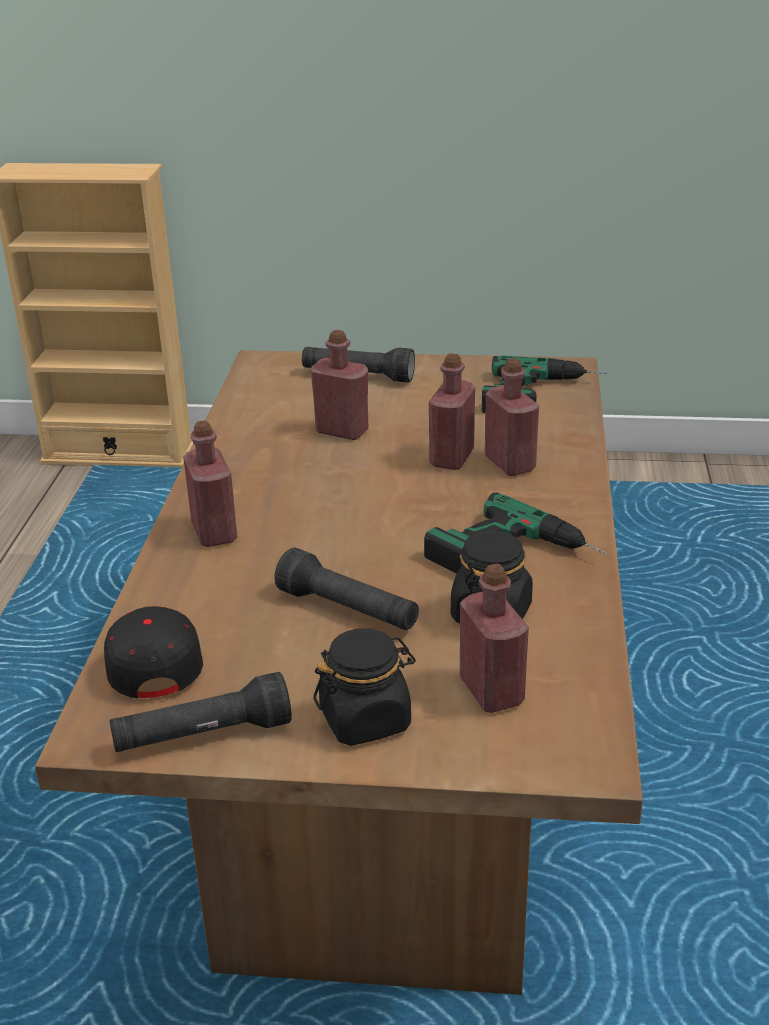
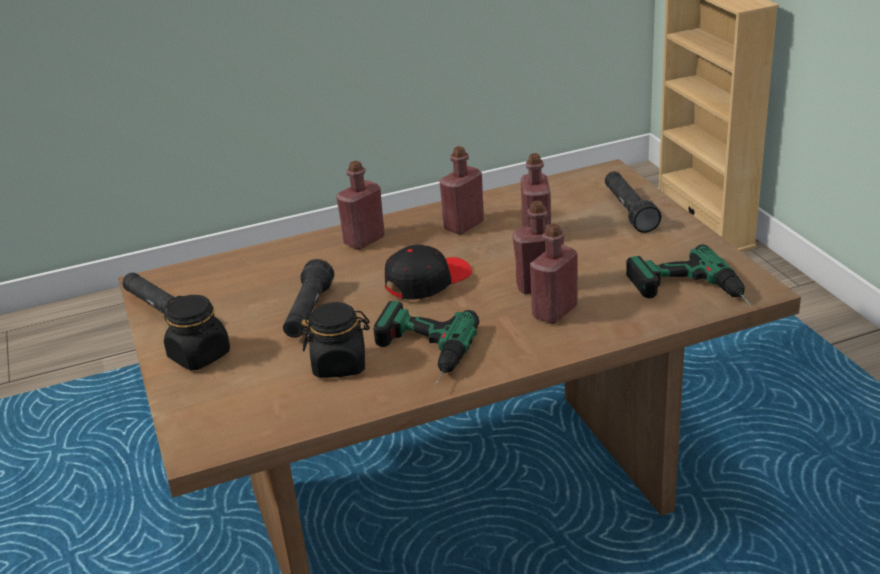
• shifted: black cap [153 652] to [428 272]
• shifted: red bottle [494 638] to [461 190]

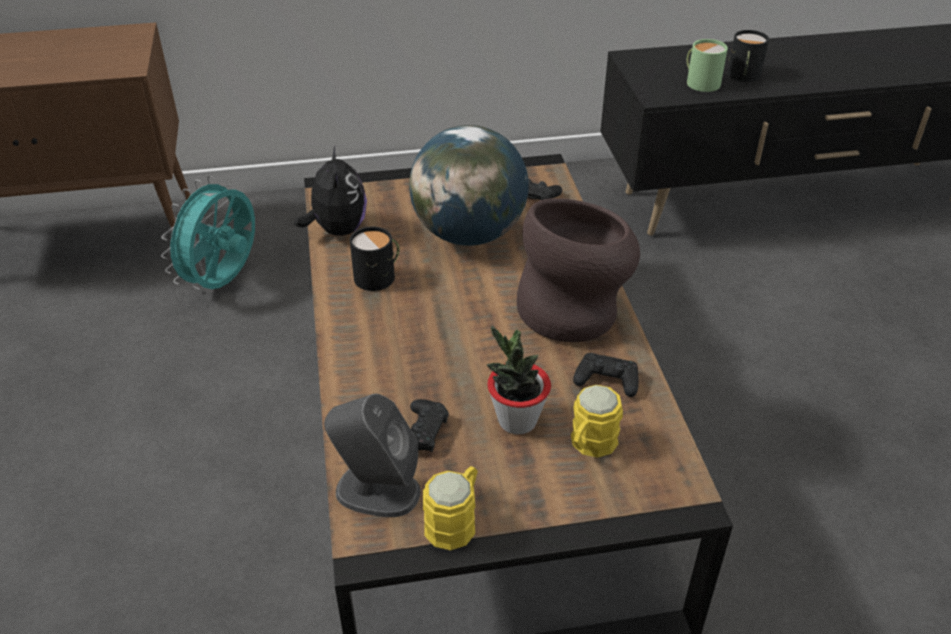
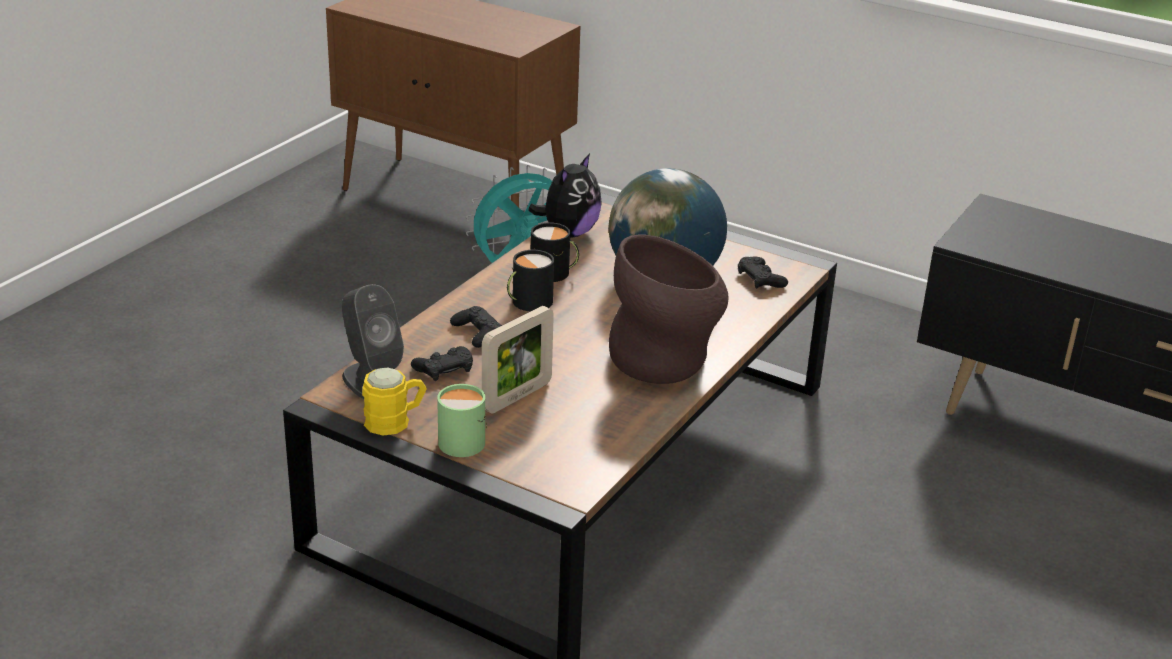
• swapped: potted plant [519 380] to picture frame [518 359]
• gone: yellow mug [597 421]
• shifted: black game controller [606 375] to [476 327]
• shifted: green mug [707 65] to [462 420]
• shifted: black mug [748 56] to [530 280]

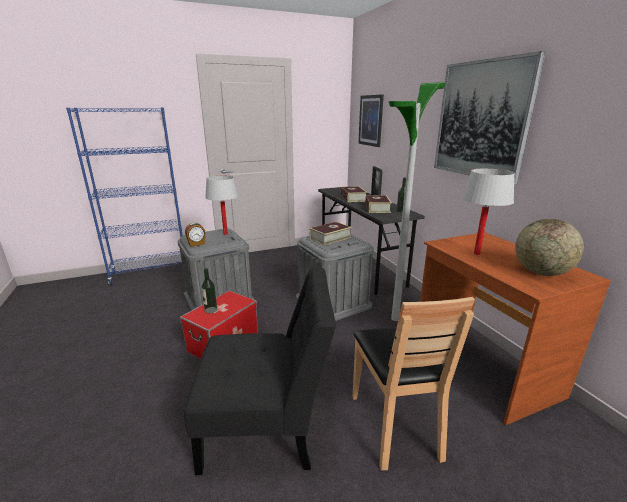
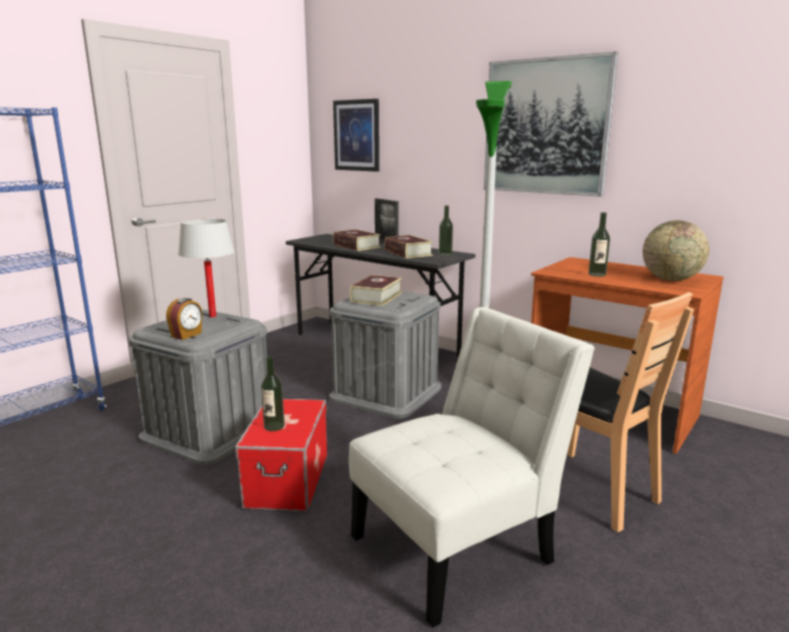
• repainted: black chair [260 371] to white chair [472 467]
• swapped: white table lamp [488 212] to bottle [599 244]

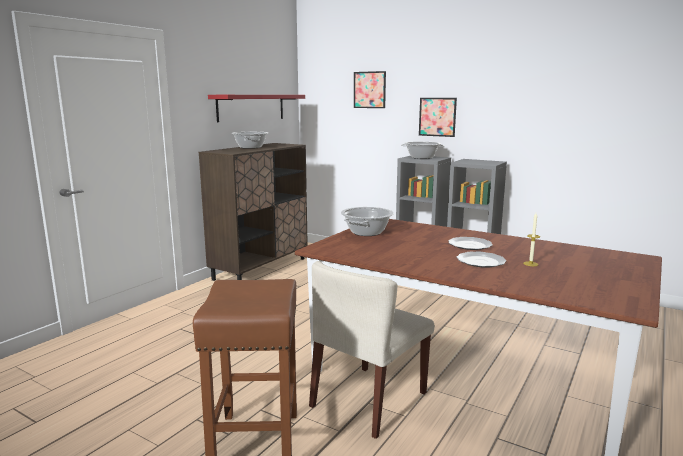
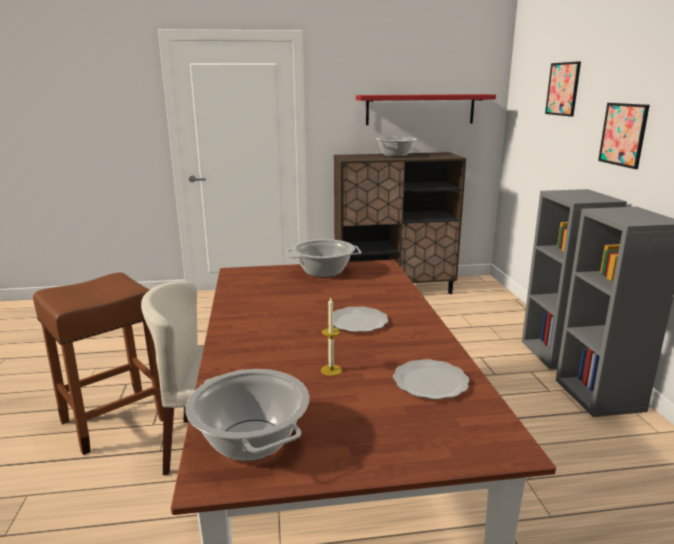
• shifted: cooking pot [422 150] to [247 415]
• shifted: plate [481 259] to [431 379]

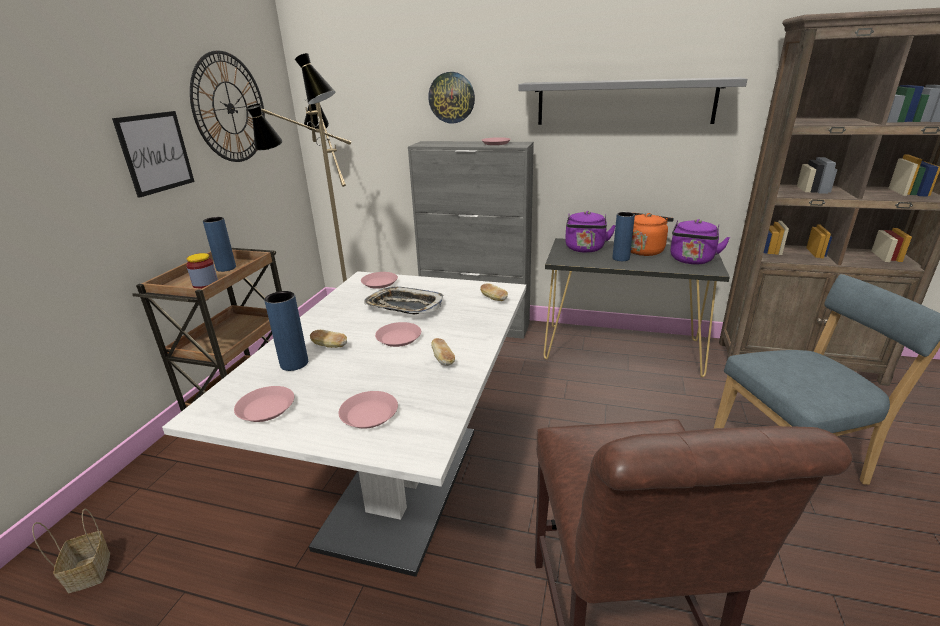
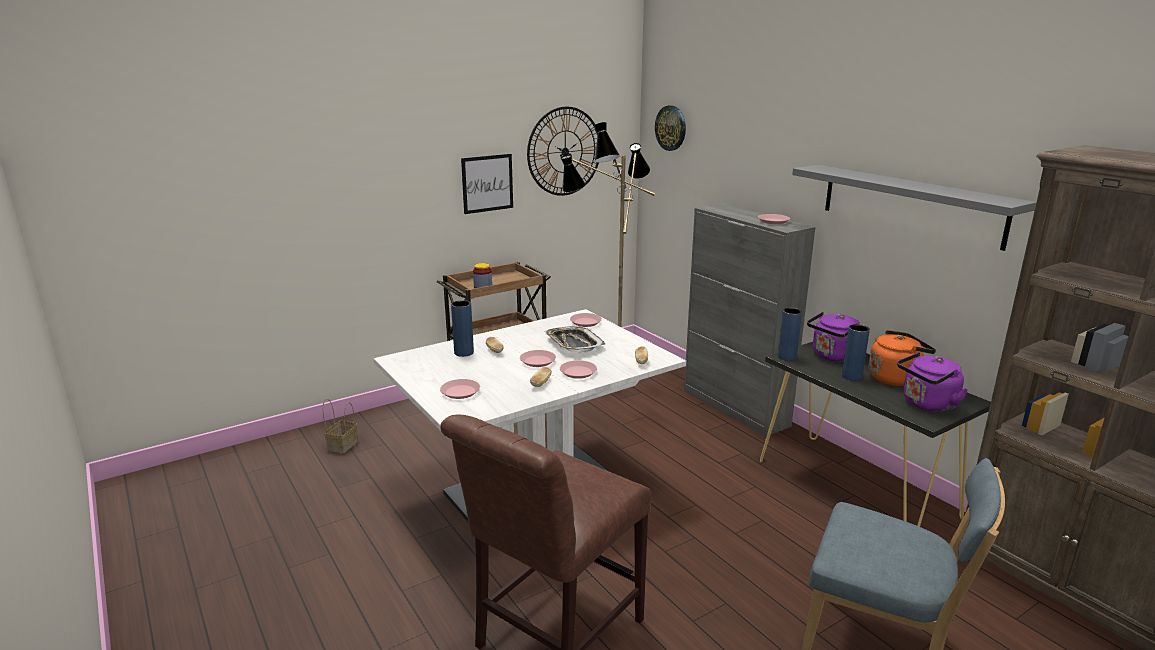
• shifted: blue vase [219 244] to [790 334]
• shifted: pink plate [264 404] to [578 369]
• shifted: wall clock [451 97] to [670 128]

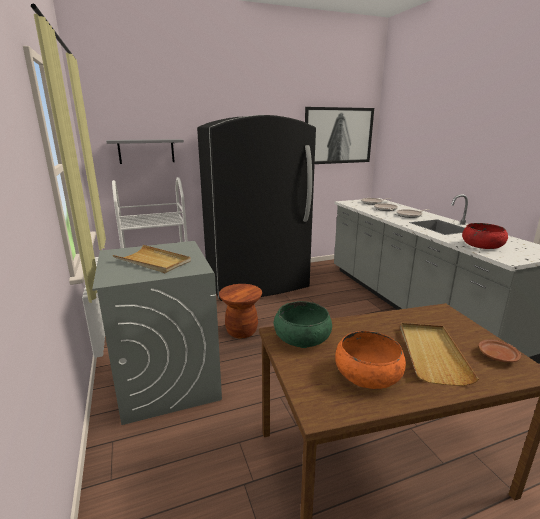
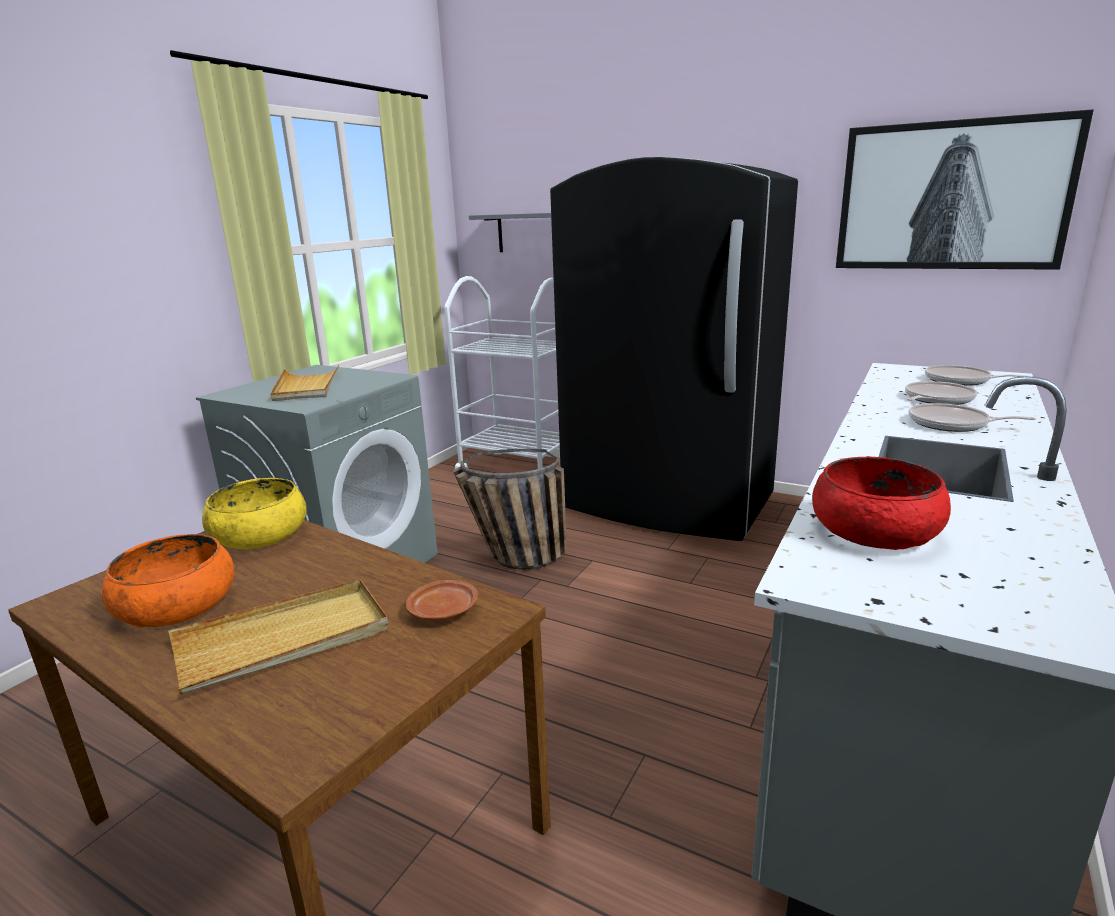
• swapped: brown stool [240 311] to basket [510 509]
• repainted: green bowl [302 324] to yellow bowl [254 513]
• shifted: brown plate [500 350] to [442 600]

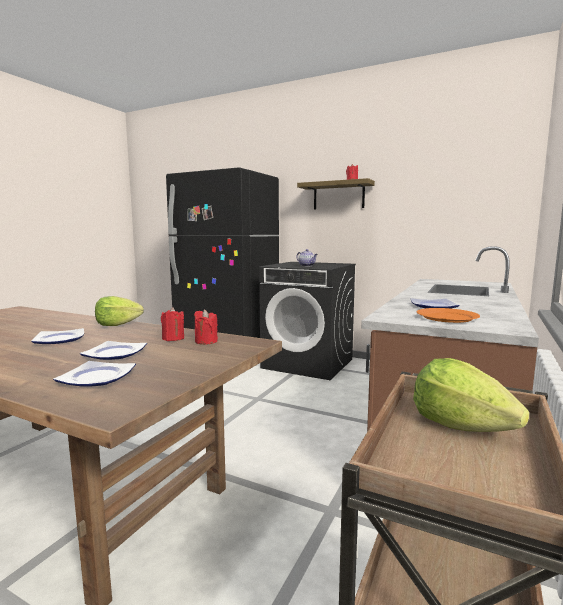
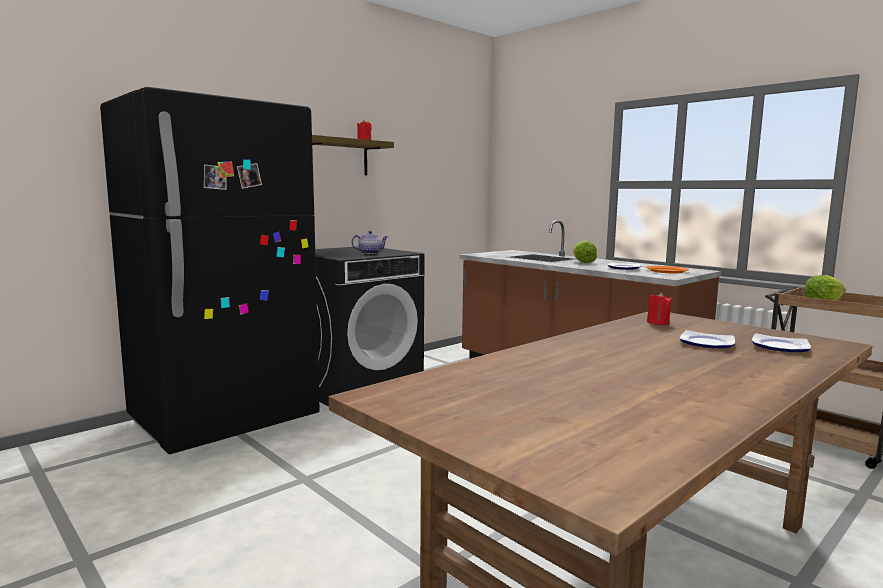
• gone: plate [57 336]
• shifted: lettuce [119 311] to [585 252]
• gone: red candle [172 324]

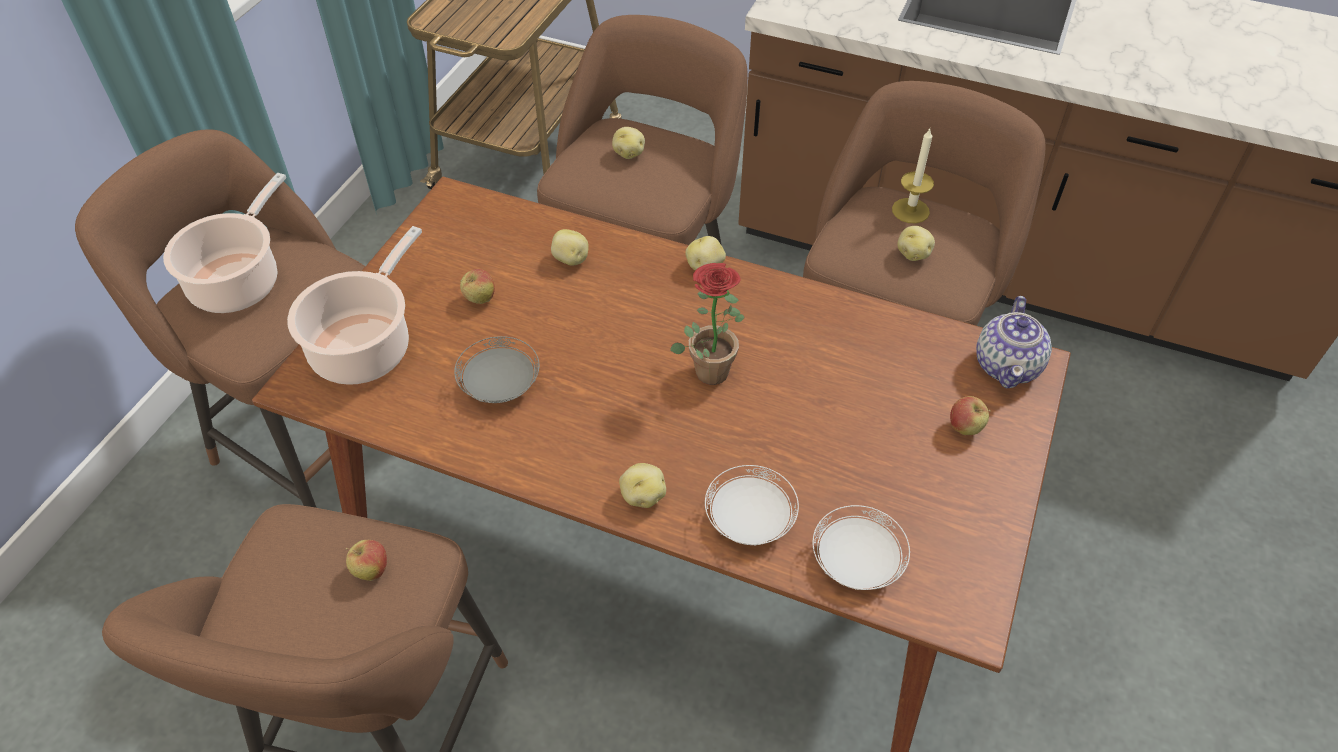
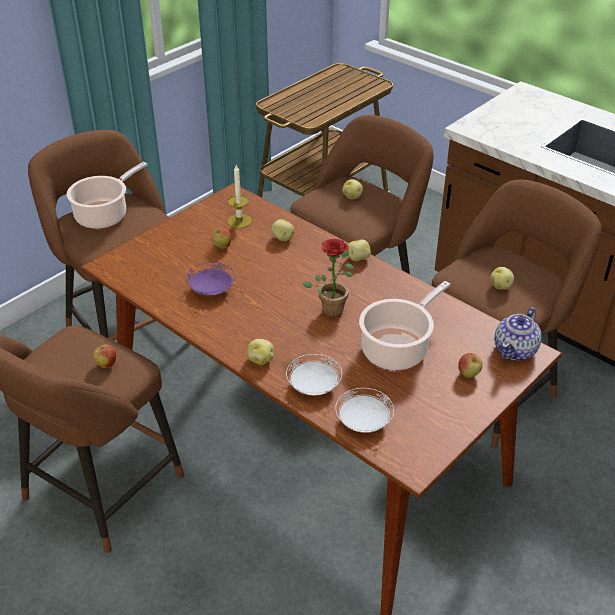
• shifted: cooking pot [354 305] to [404 325]
• repainted: grey plate [497 369] to purple plate [210 278]
• shifted: candle [913 176] to [239 196]

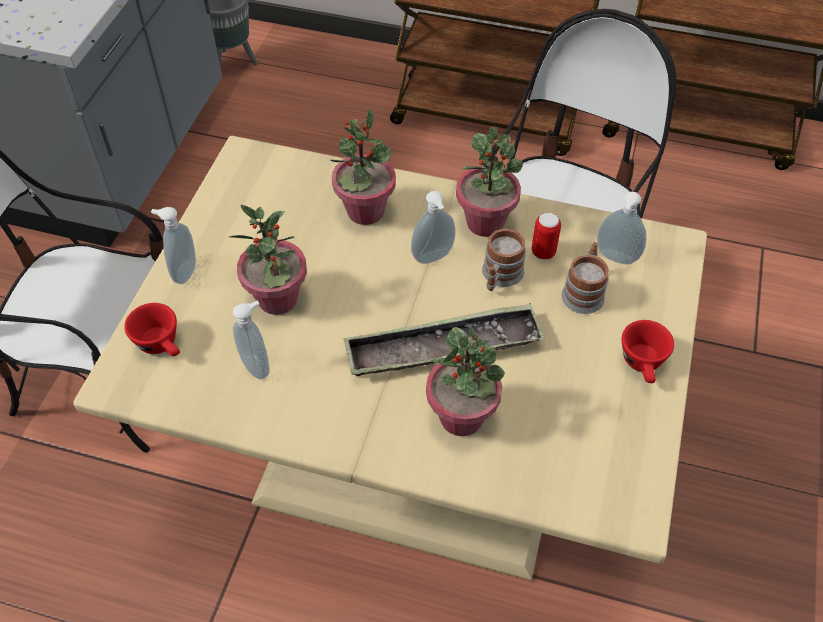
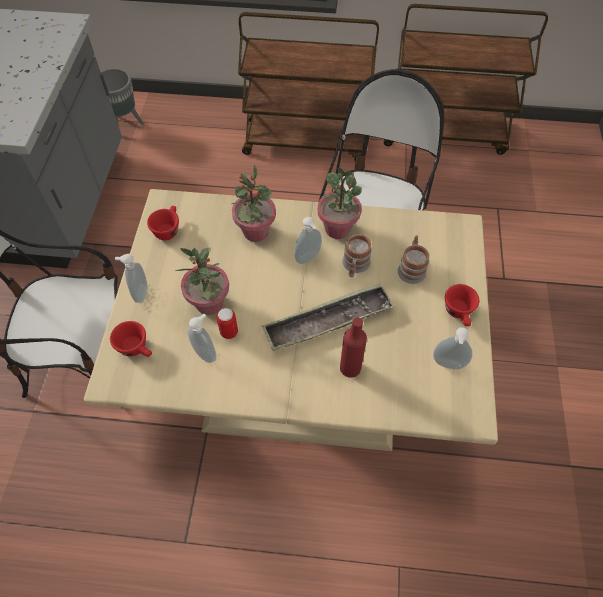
• swapped: potted plant [465 381] to red bottle [353 347]
• shifted: can [546 236] to [227 323]
• shifted: soap dispenser [622 228] to [452 348]
• new: red cup [163 223]

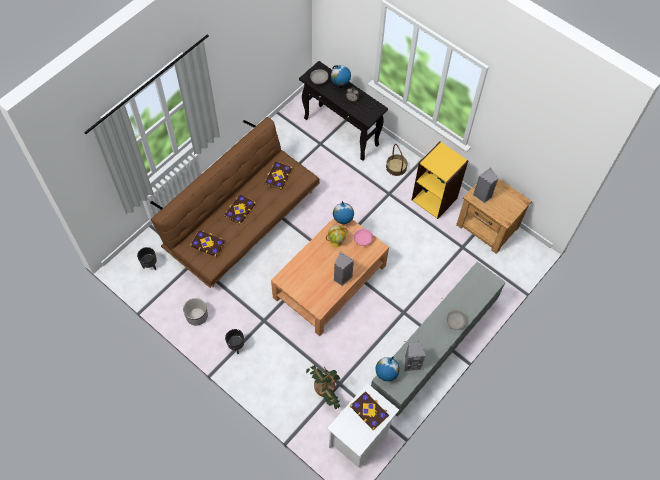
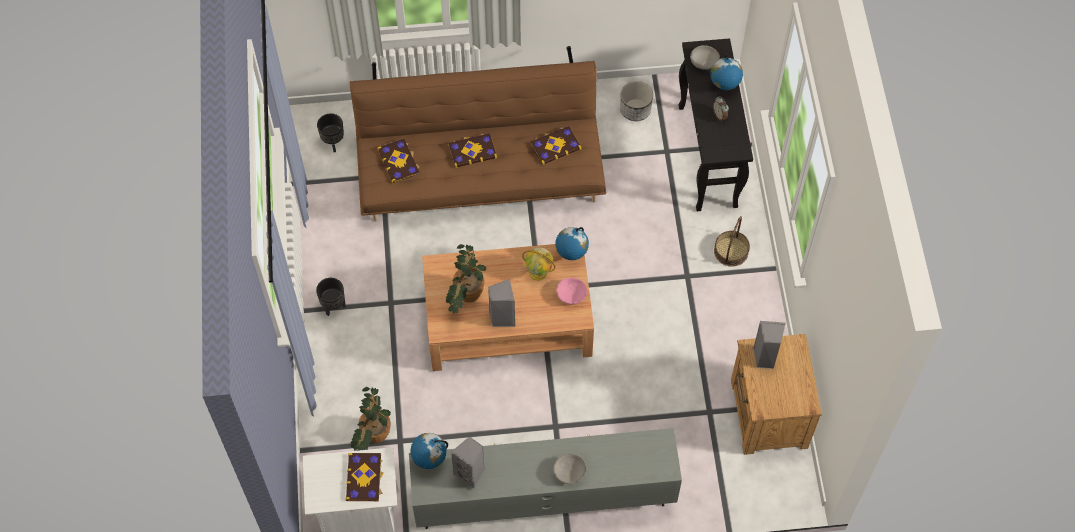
• shifted: planter [195 312] to [636 101]
• gone: yellow bookcase [440 180]
• new: potted plant [465 278]

